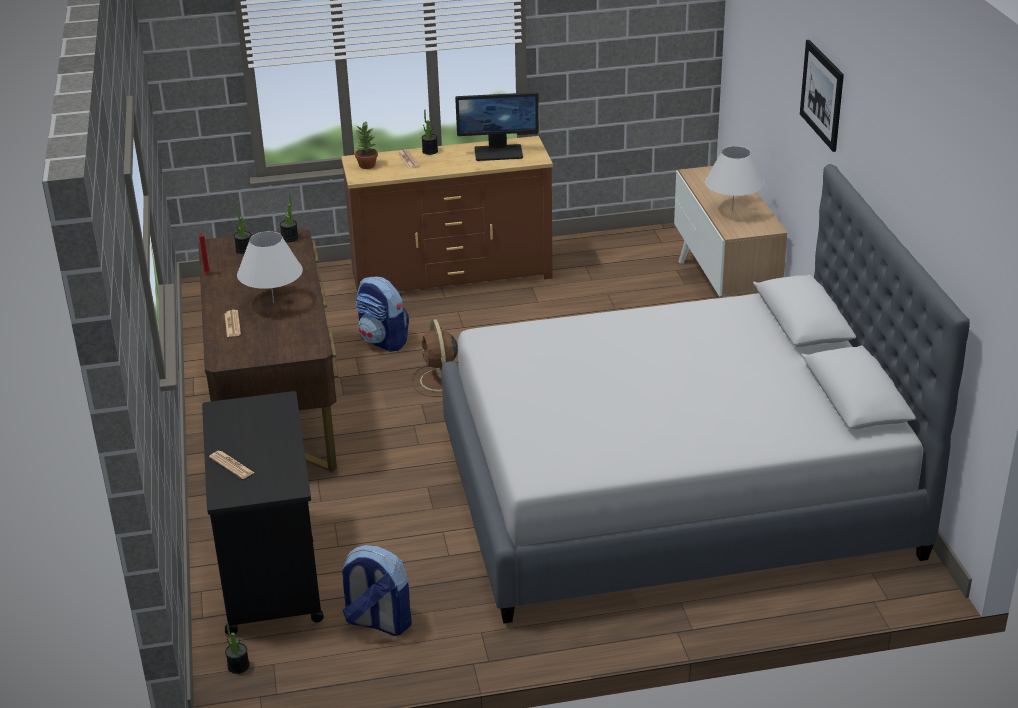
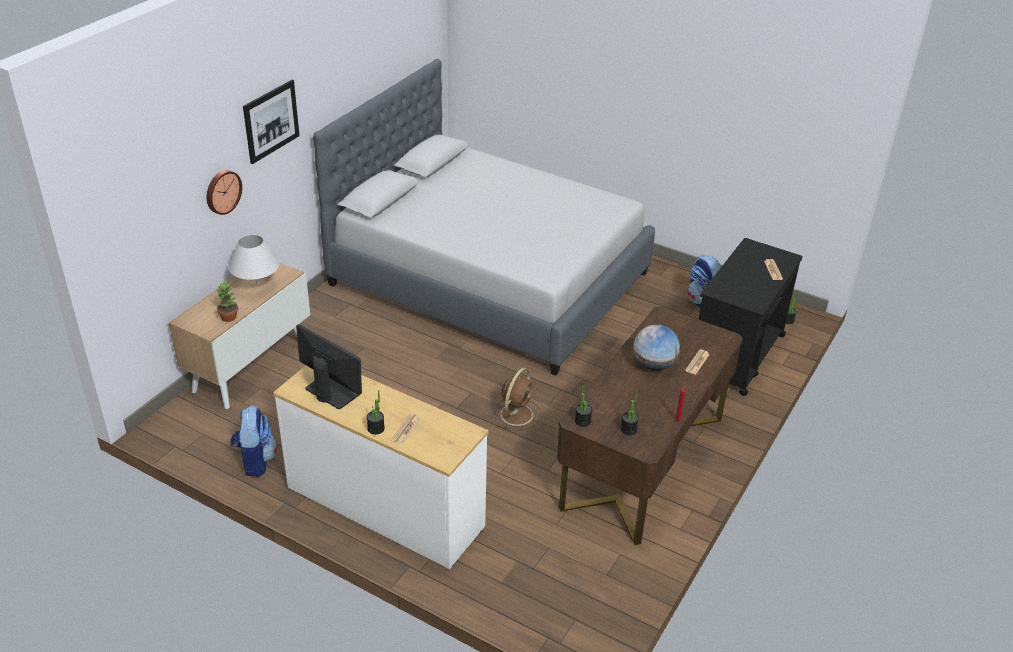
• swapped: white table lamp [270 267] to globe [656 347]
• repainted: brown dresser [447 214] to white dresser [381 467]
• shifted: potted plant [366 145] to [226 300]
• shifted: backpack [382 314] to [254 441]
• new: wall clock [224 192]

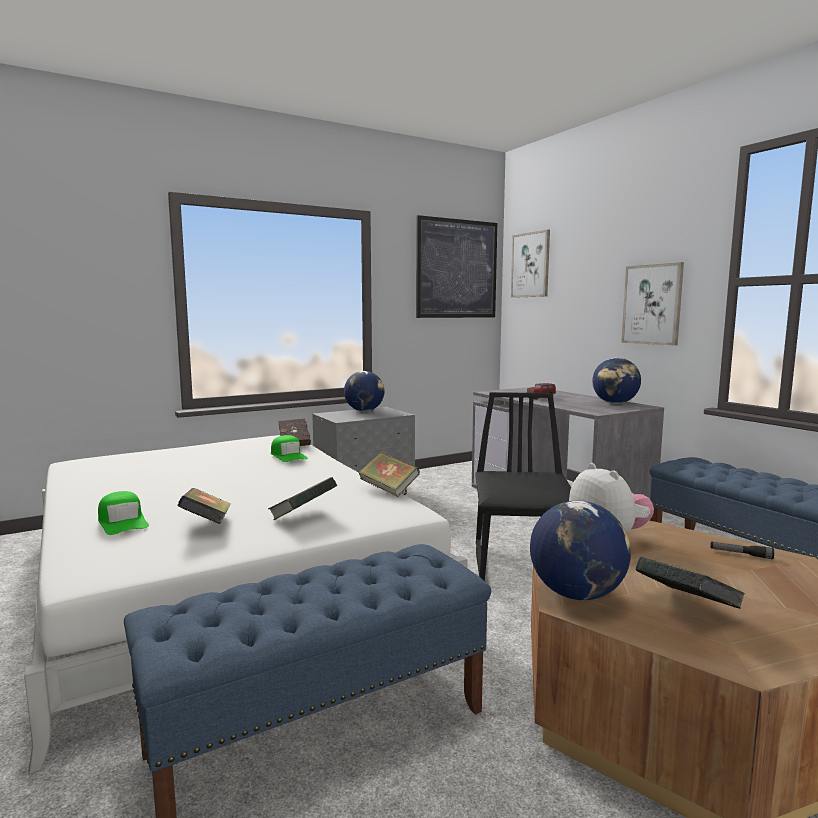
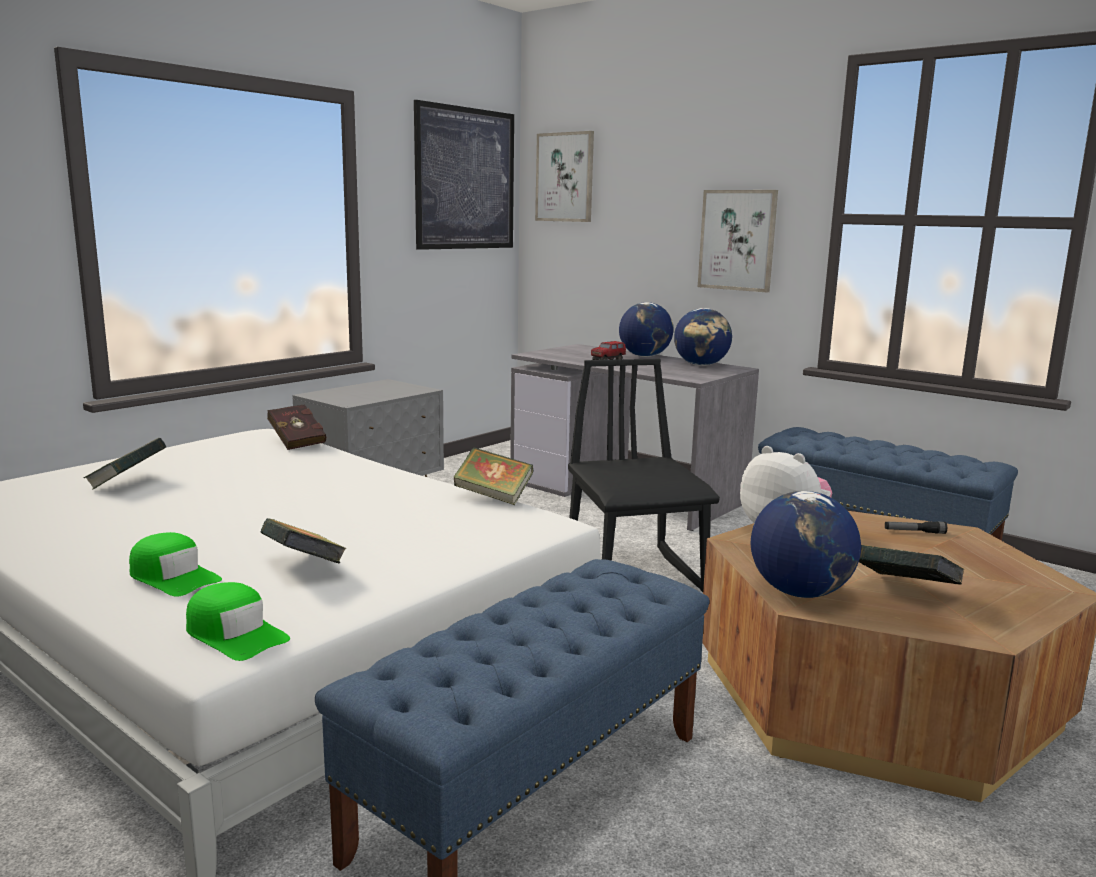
• shifted: book [302 498] to [125 464]
• shifted: green cap [289 448] to [238 621]
• shifted: globe [364 391] to [646 329]

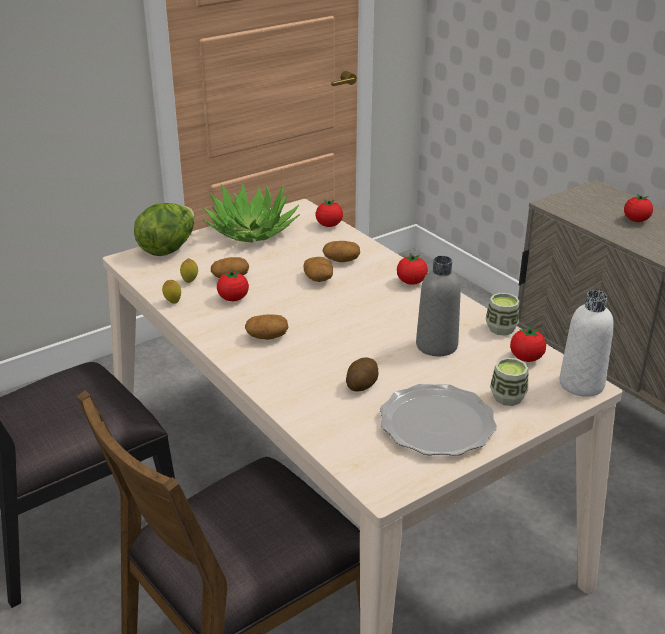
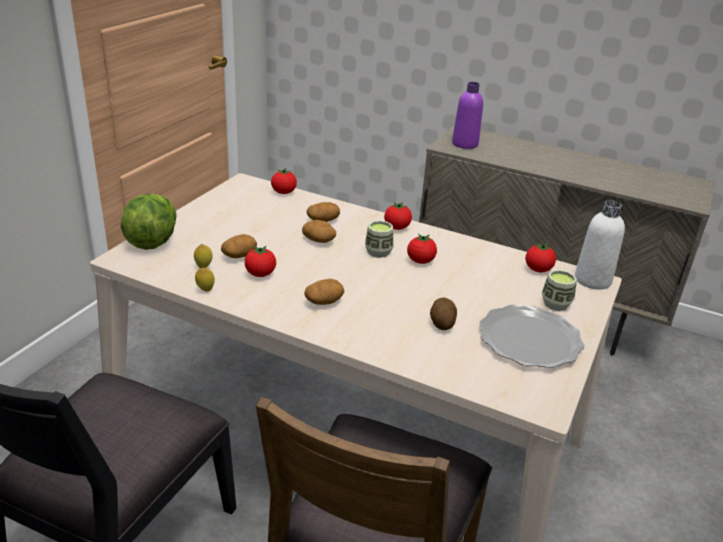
• gone: potted plant [251 213]
• gone: grey bottle [438 306]
• shifted: cup [503 314] to [379 239]
• shifted: tomato [638 208] to [422 249]
• new: purple bottle [467 115]

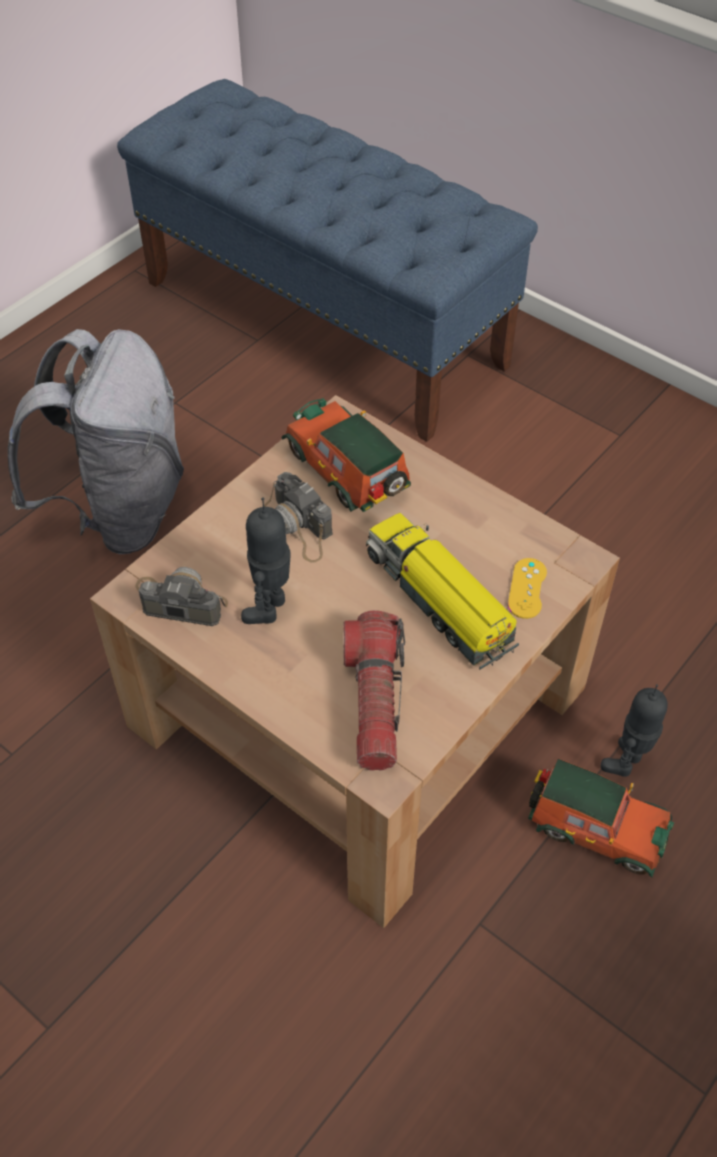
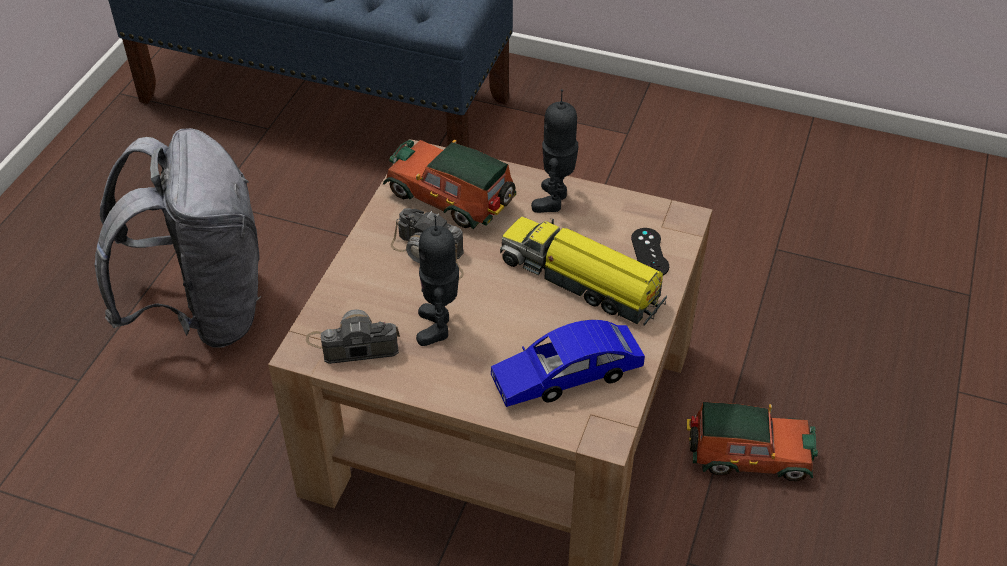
• swapped: flashlight [374 690] to blue toy car [568 363]
• repainted: yellow game controller [527 588] to black game controller [650 251]
• shifted: toy robot [634 730] to [554 151]

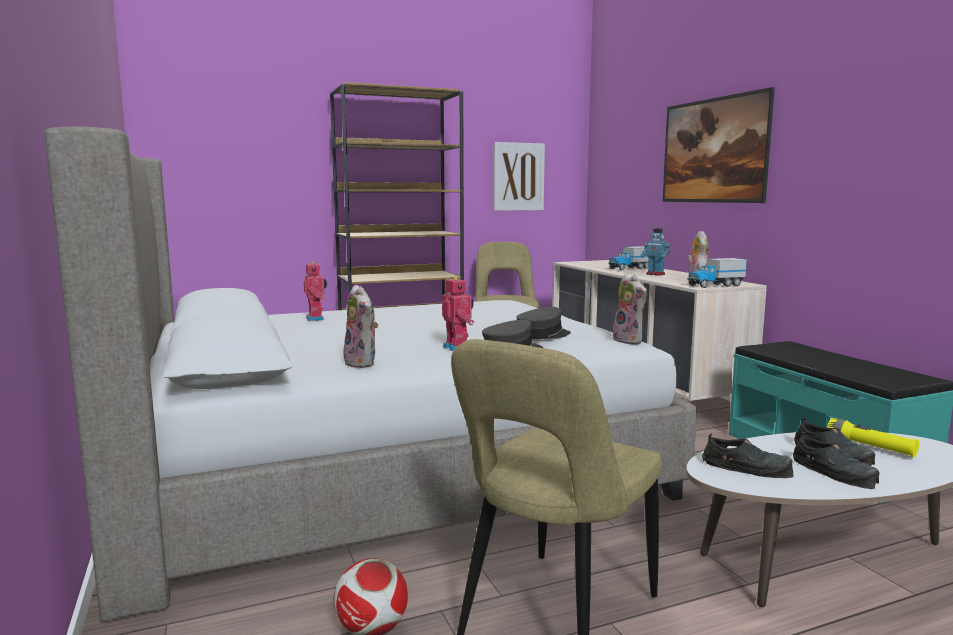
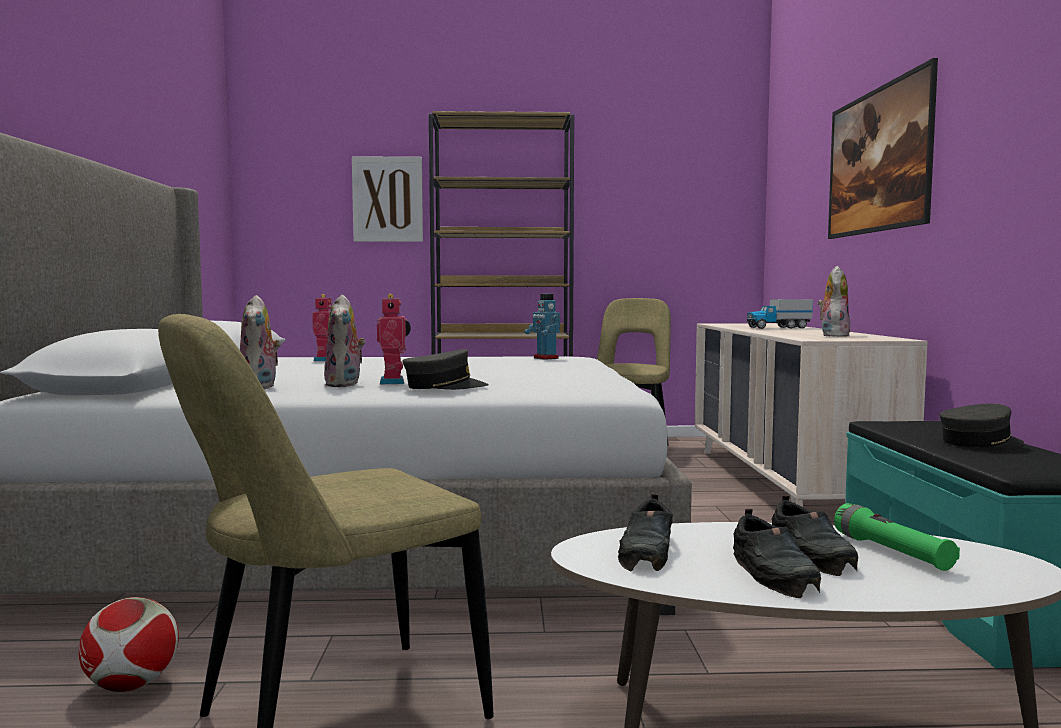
• shifted: picture [519 176] to [387 199]
• shifted: grey cap [543 323] to [981 425]
• shifted: plush toy [630 308] to [344 340]
• shifted: toy robot [655 252] to [542 327]
• gone: toy truck [717 273]
• rotated: black shoe [748 455] = [645 532] 60 degrees clockwise
• repainted: yellow flashlight [873 437] to green flashlight [897 537]

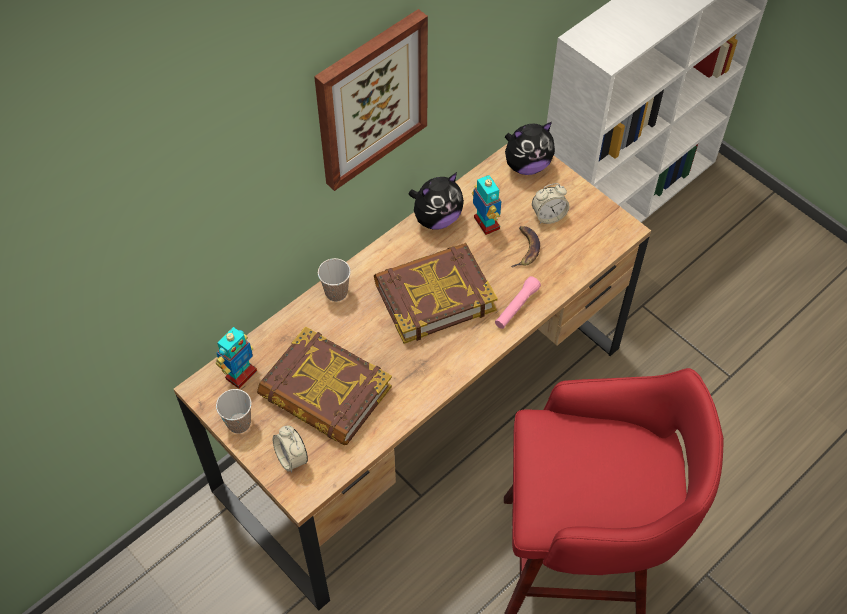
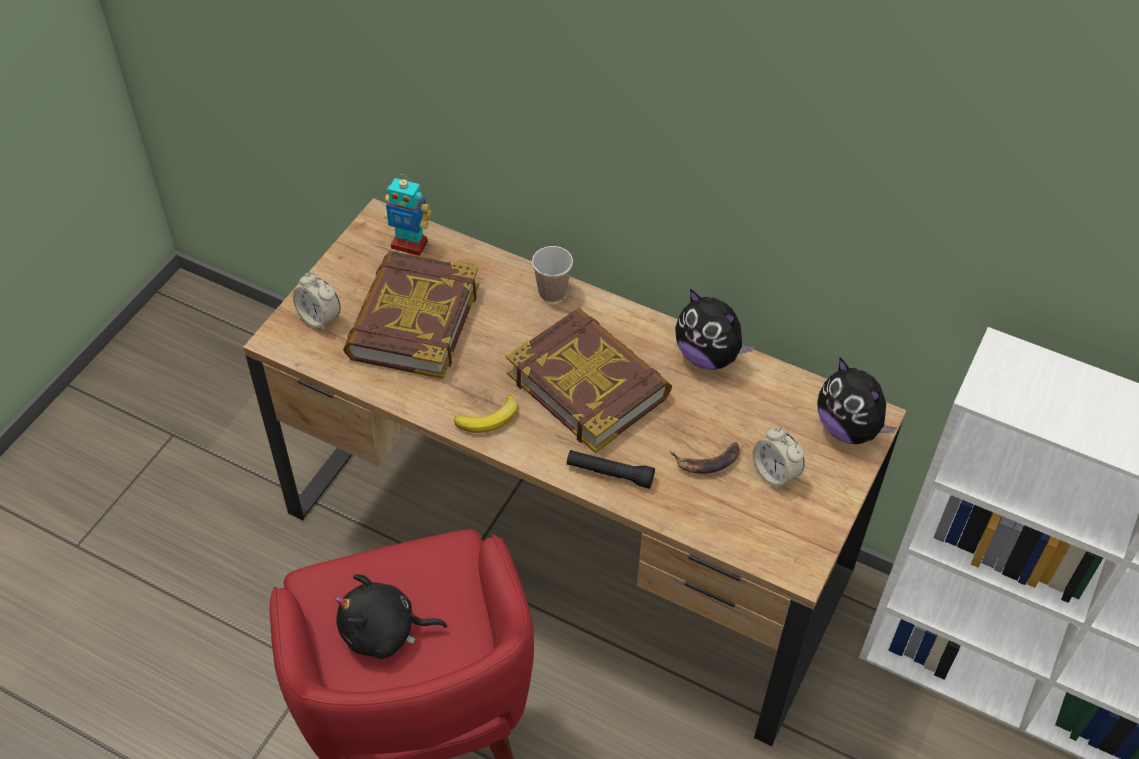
• gone: cup [234 411]
• rotated: alarm clock [290 449] = [317 301] 90 degrees counterclockwise
• gone: picture [371 100]
• gone: toy robot [486 205]
• repainted: pink flashlight [518 302] to black flashlight [611 469]
• new: black plush toy [391 616]
• new: banana [486 414]

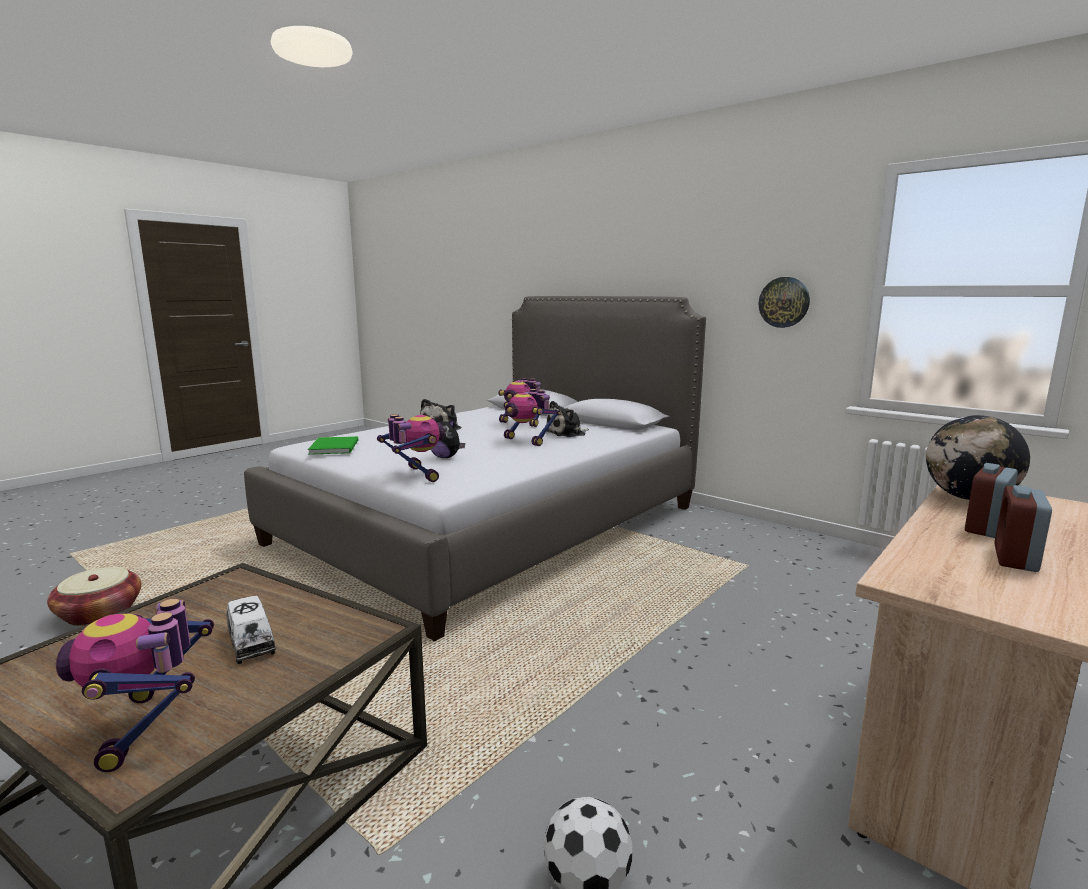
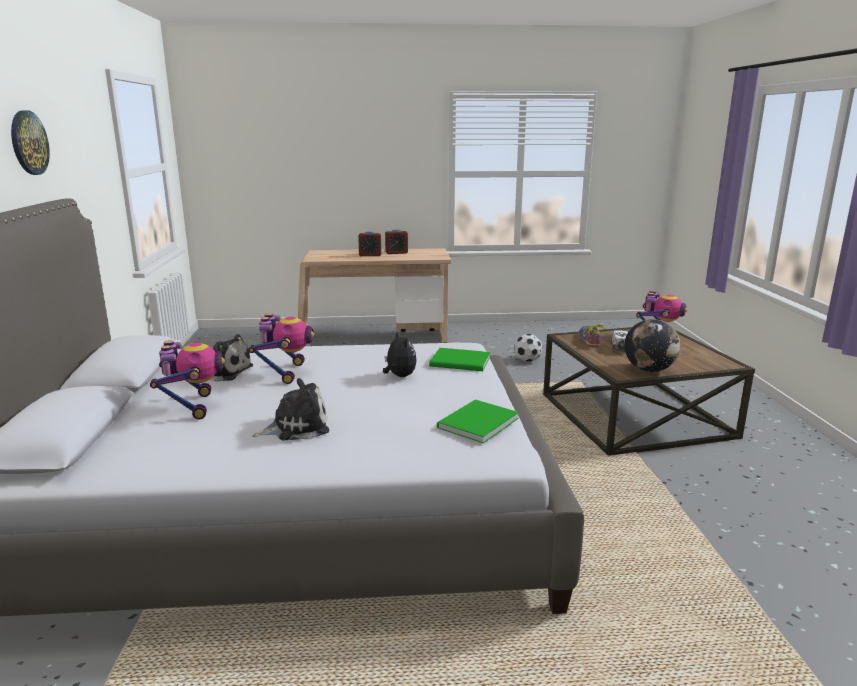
• gone: basket [94 596]
• swapped: toy robot [411 448] to green book [459 359]
• shifted: wall clock [784 302] to [30 142]
• shifted: globe [978 457] to [652 345]
• new: shoe [592 336]

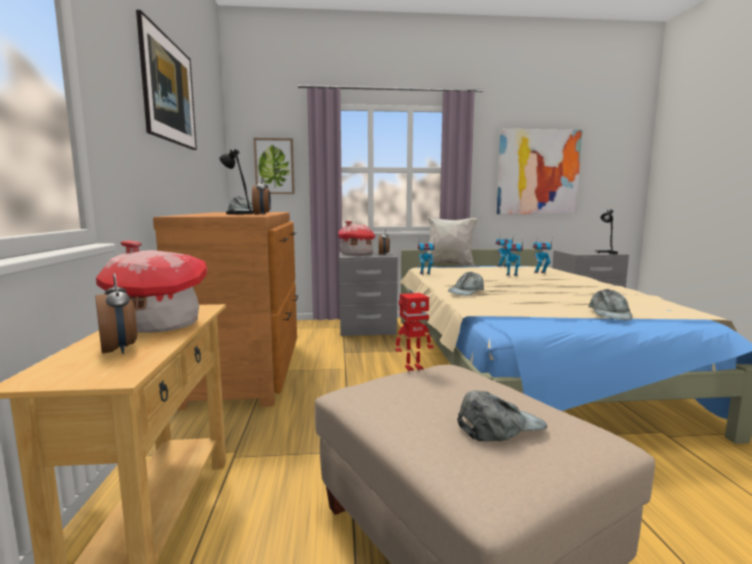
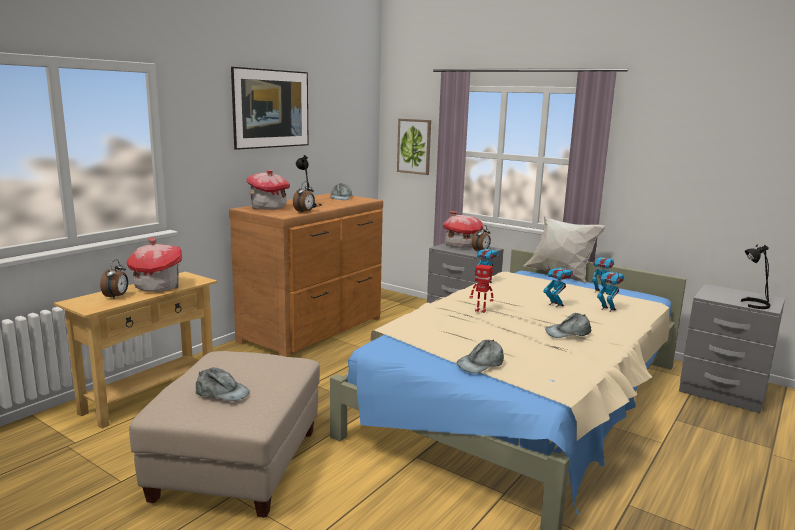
• shifted: toy robot [414 332] to [481 288]
• shifted: grey cap [466 284] to [568 325]
• gone: picture [539 171]
• new: toy house [268 189]

